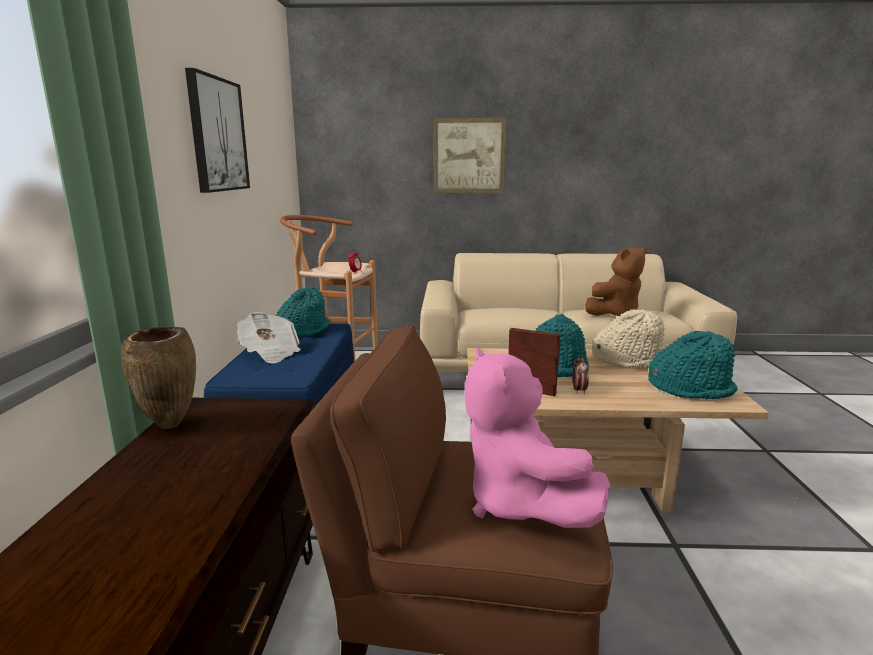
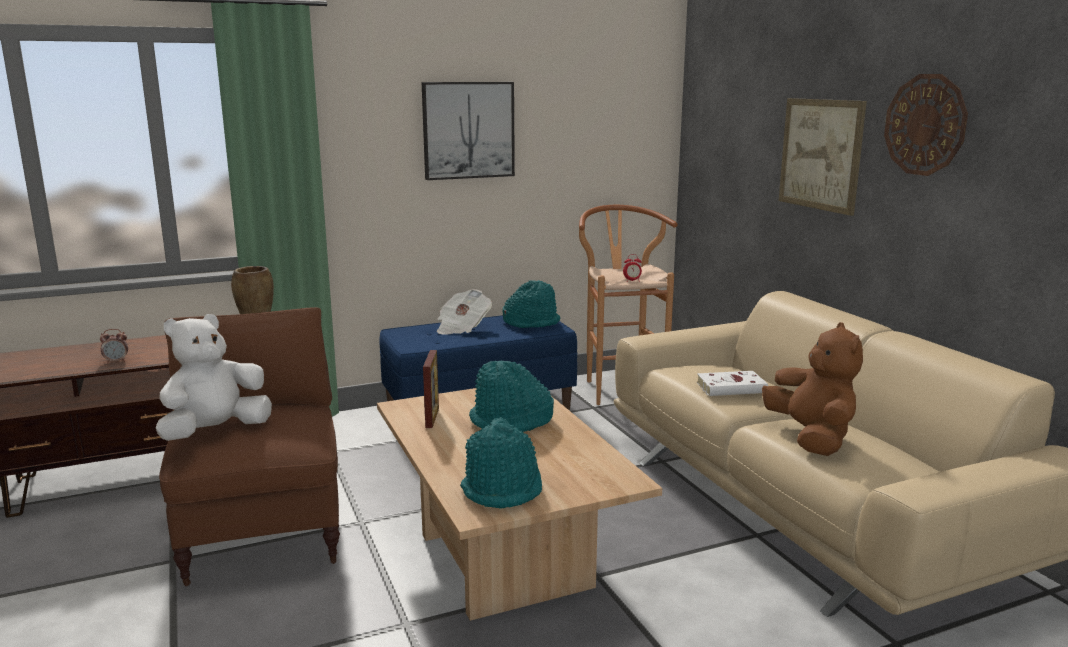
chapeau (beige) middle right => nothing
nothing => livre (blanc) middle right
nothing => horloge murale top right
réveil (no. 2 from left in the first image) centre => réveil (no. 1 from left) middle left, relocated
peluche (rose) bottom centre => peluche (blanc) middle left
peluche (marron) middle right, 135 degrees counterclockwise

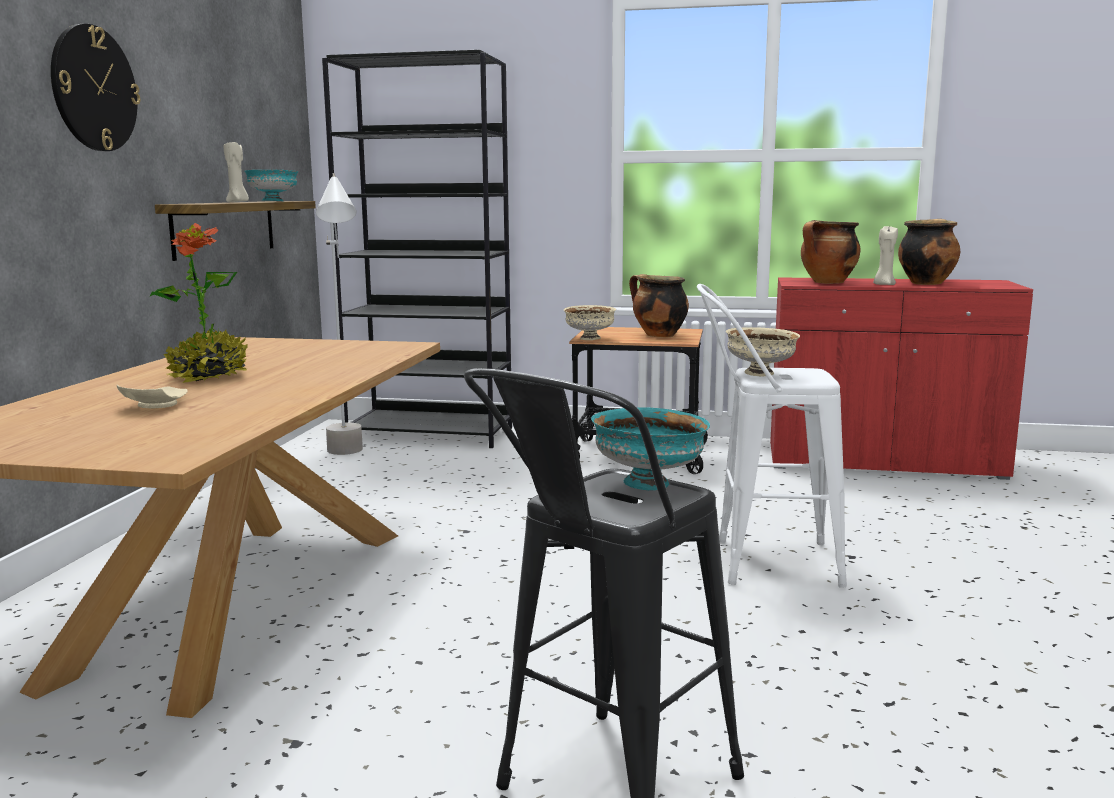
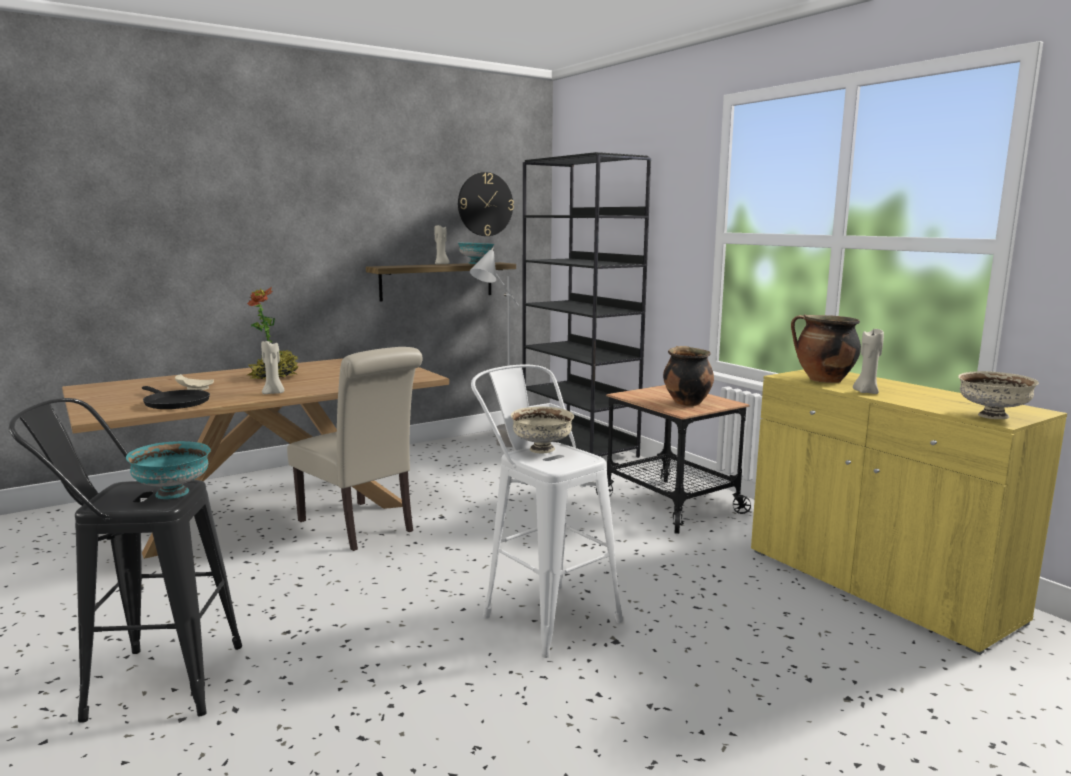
marmite (no. 3 from left) top right => nothing
nothing => poêle (noir) middle left
nothing => bougie (beige) (no. 1 from left) middle left
nothing => chaise (beige) middle left
horloge murale top left => horloge murale top centre, relocated
bol (beige) (no. 1 from left in the first image) centre => bol (beige) (no. 2 from left) middle right, relocated
meuble de rangement (rouge) middle right => meuble de rangement (jaune) middle right

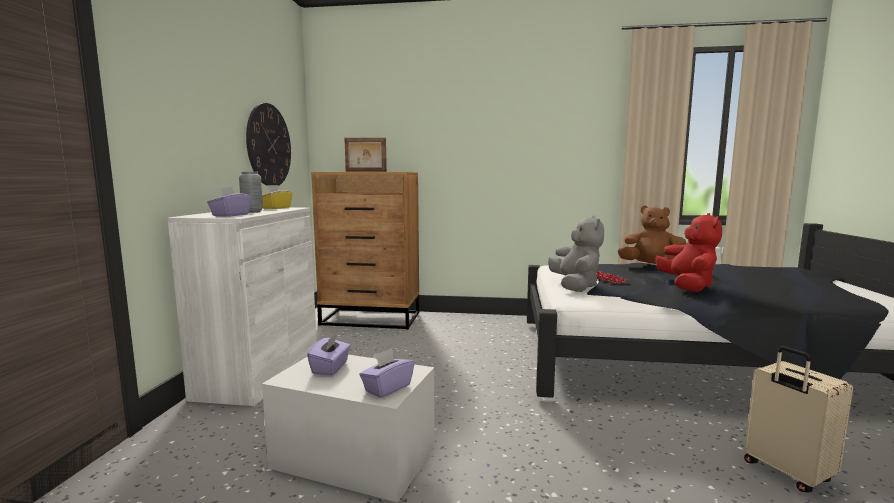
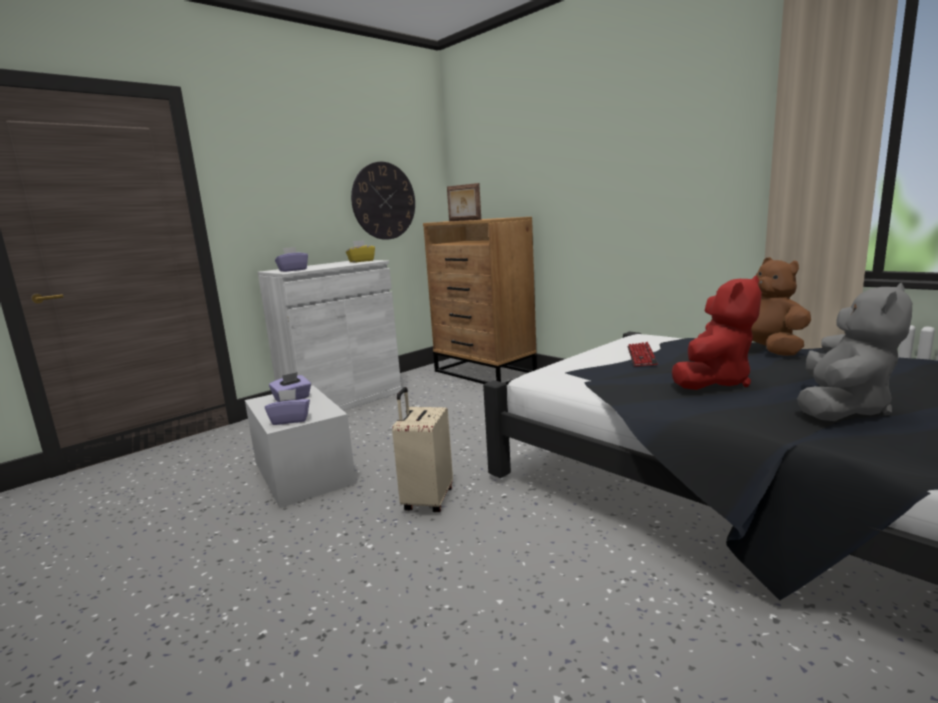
vase (gris) middle left => nothing
peluche (gris) centre => peluche (gris) middle right, relocated
valise (beige) bottom right => valise (beige) centre, relocated

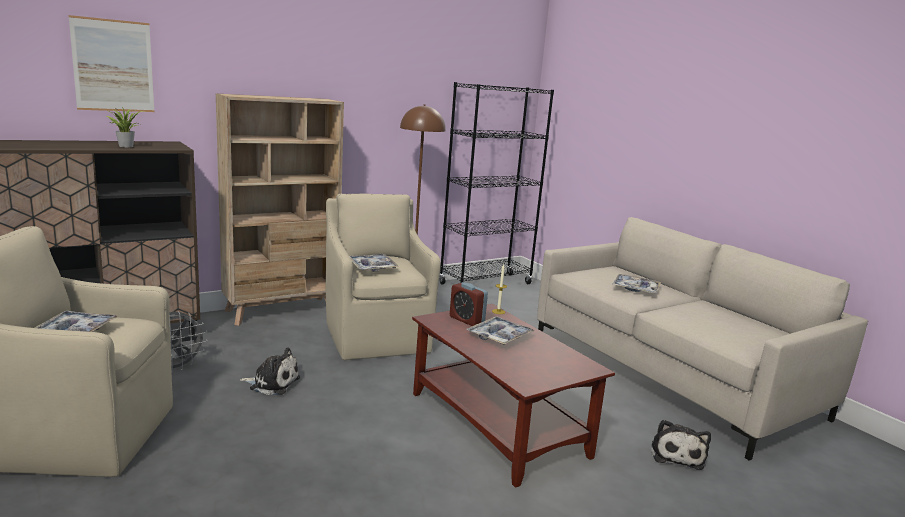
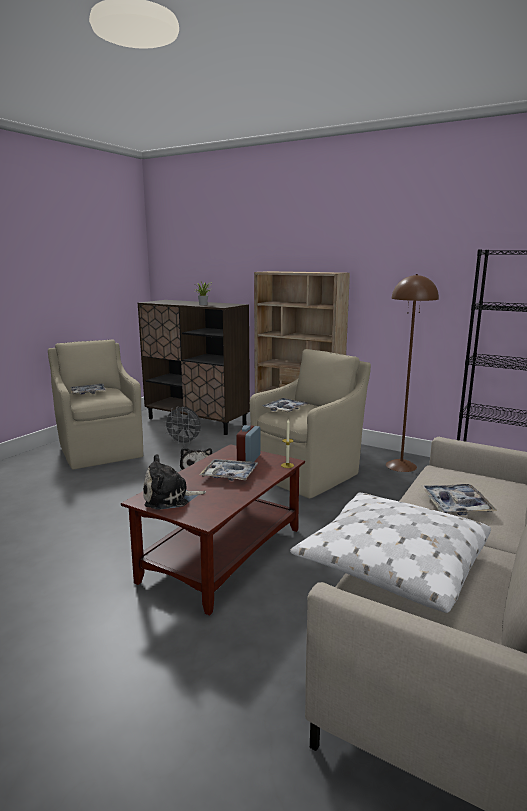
tableau top left => nothing
nothing => coussin (blanc) bottom right
peluche (no. 2 from left in the first image) bottom right => peluche (no. 1 from left) middle left, relocated

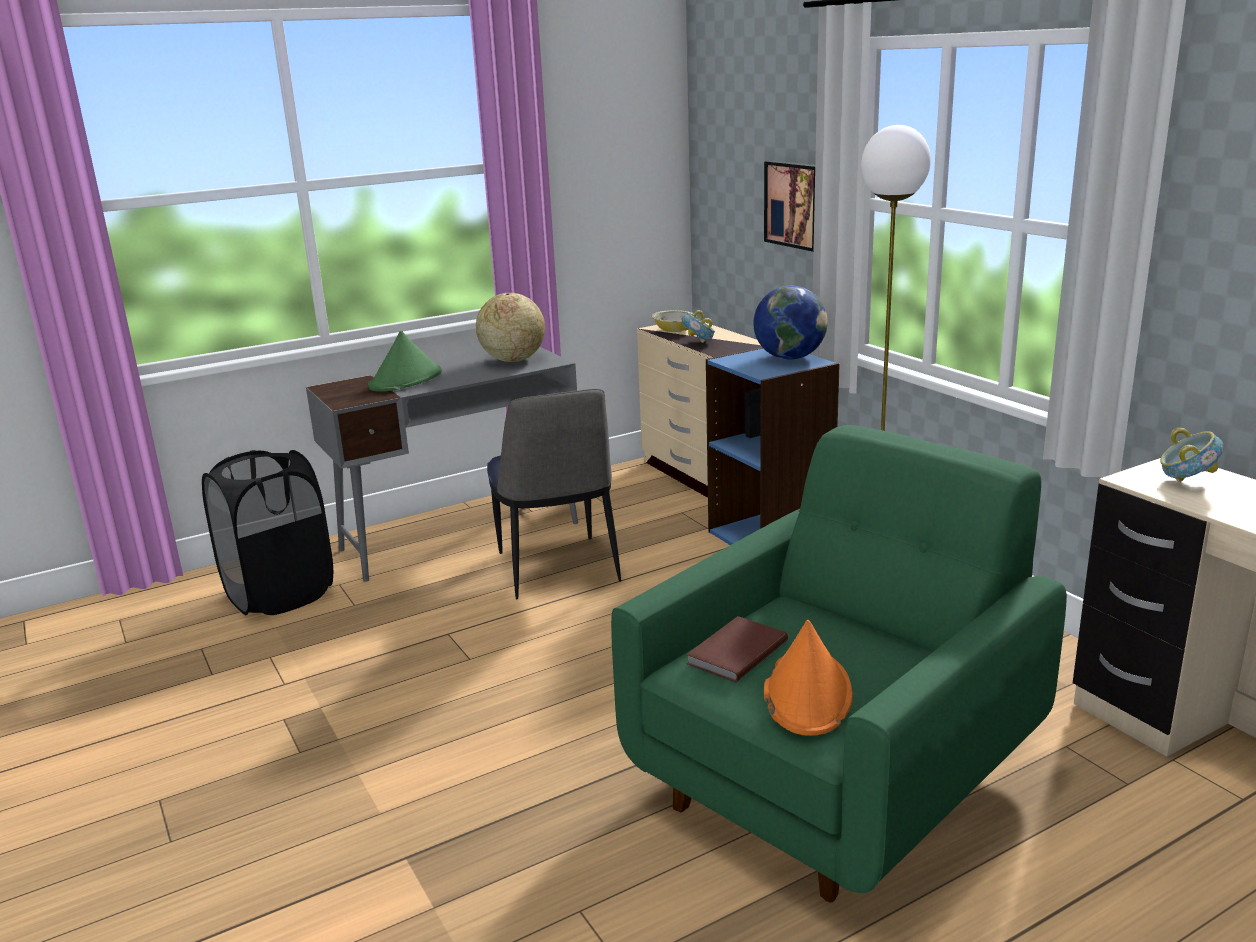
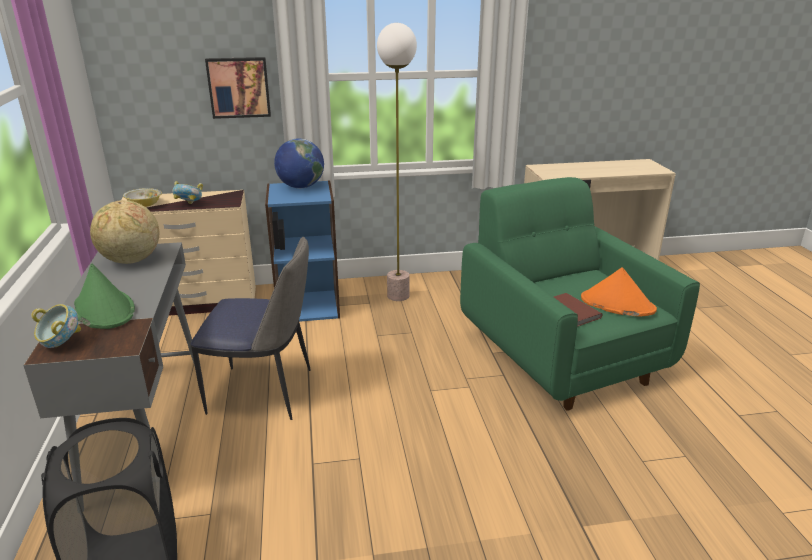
bol (no. 3 from left in the first image) middle right => bol (no. 1 from left) middle left, relocated

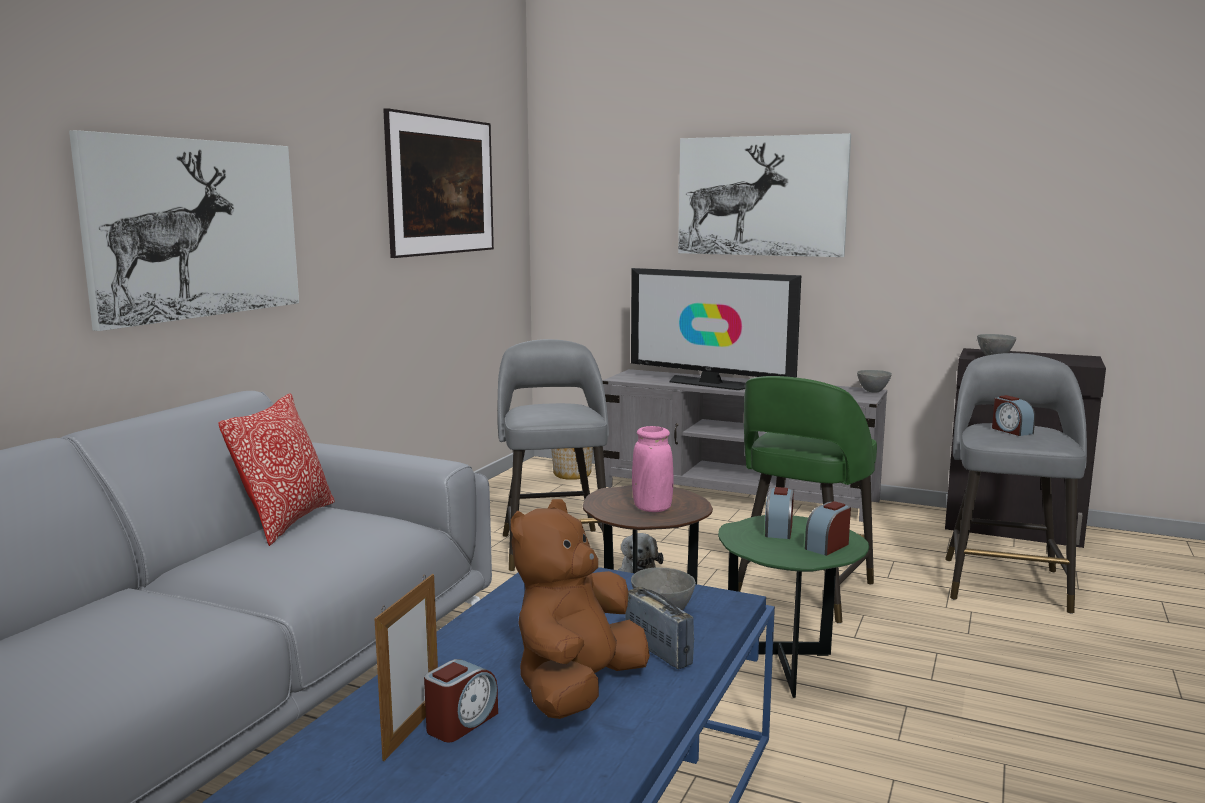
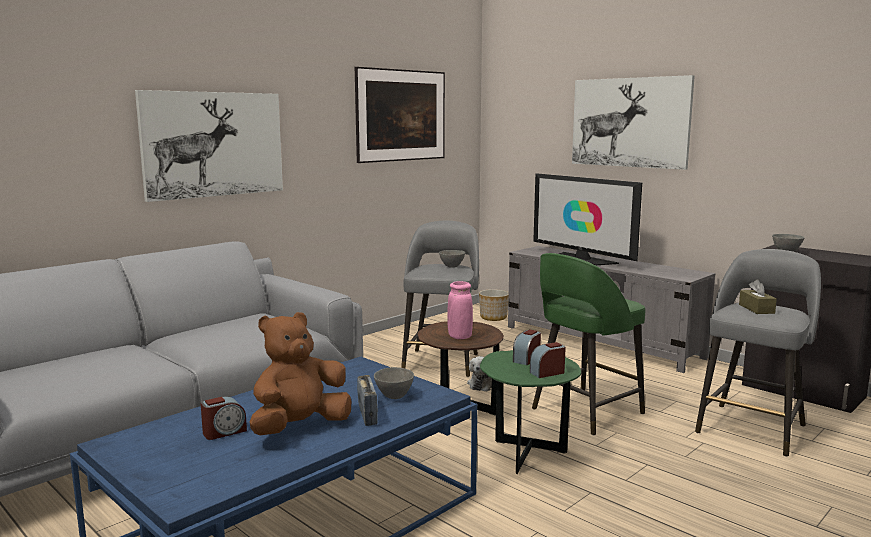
coussin middle left => nothing
cadre photo bottom centre => nothing
bol (gris) (no. 2 from left) middle right => bol (gris) (no. 2 from left) centre, relocated
réveil (no. 4 from left) middle right => boîte à mouchoirs (marron) middle right

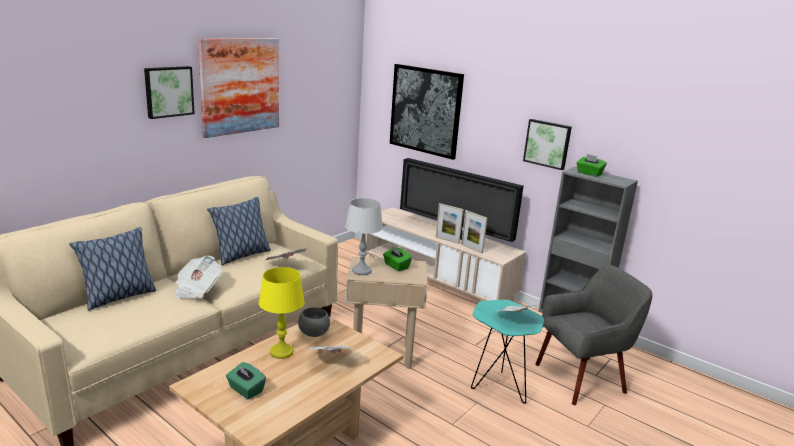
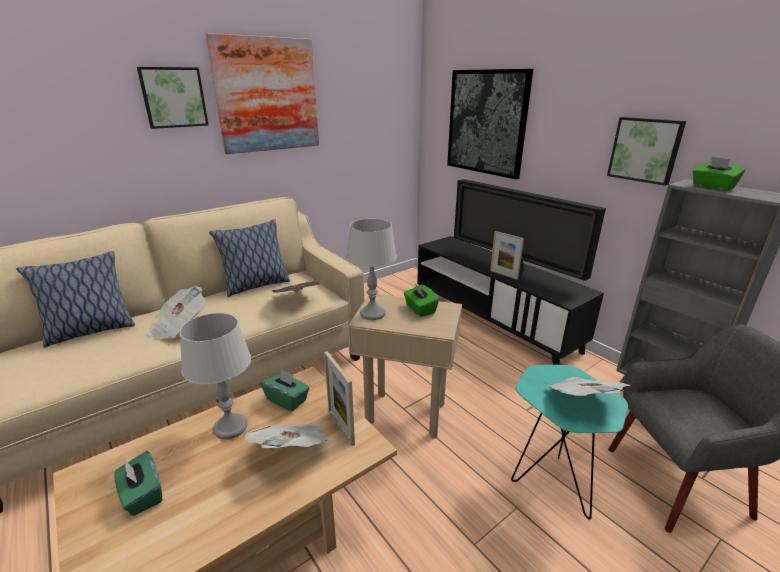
cadre photo (no. 2 from left in the first image) centre => cadre photo (no. 1 from left) bottom centre, relocated
bol (gris) bottom centre => boîte à mouchoirs (vert) (no. 2 from left) bottom centre
lampe de table (jaune) bottom centre => lampe de table (gris) (no. 1 from left) middle left
meuble télé (beige) centre => meuble télé (noir) centre

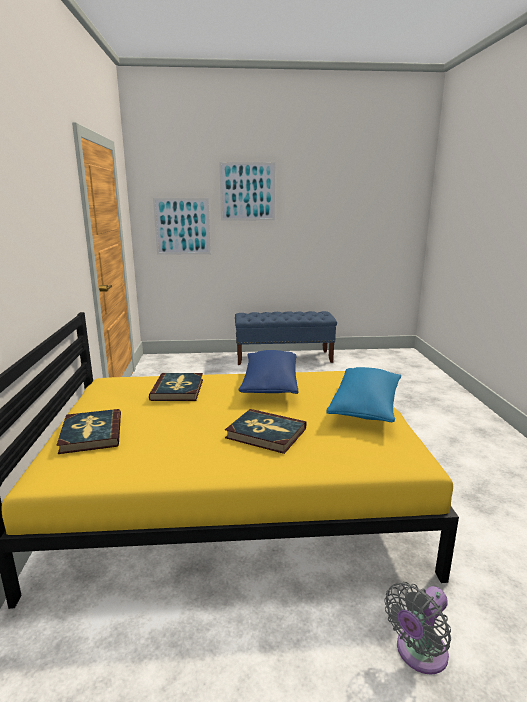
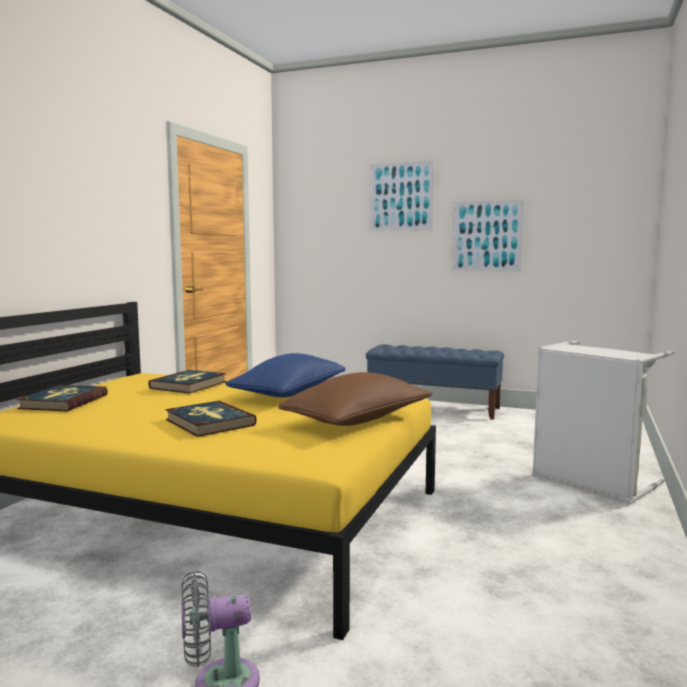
nothing => panier à linge (gris) middle right
tableau (no. 1 from left in the first image) top centre => tableau (no. 2 from left) middle right, relocated
coussin (bleu) (no. 2 from left) middle right => coussin (marron) centre

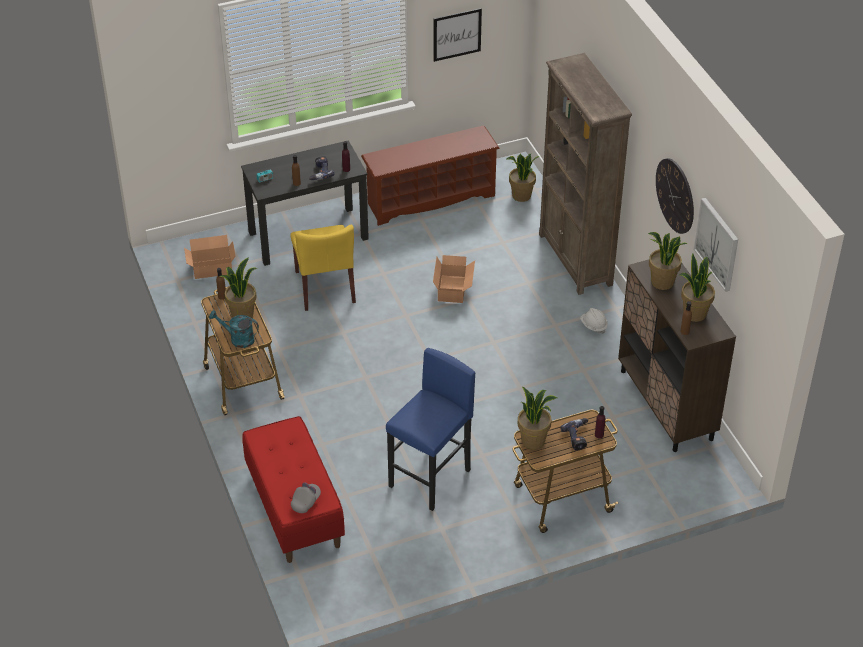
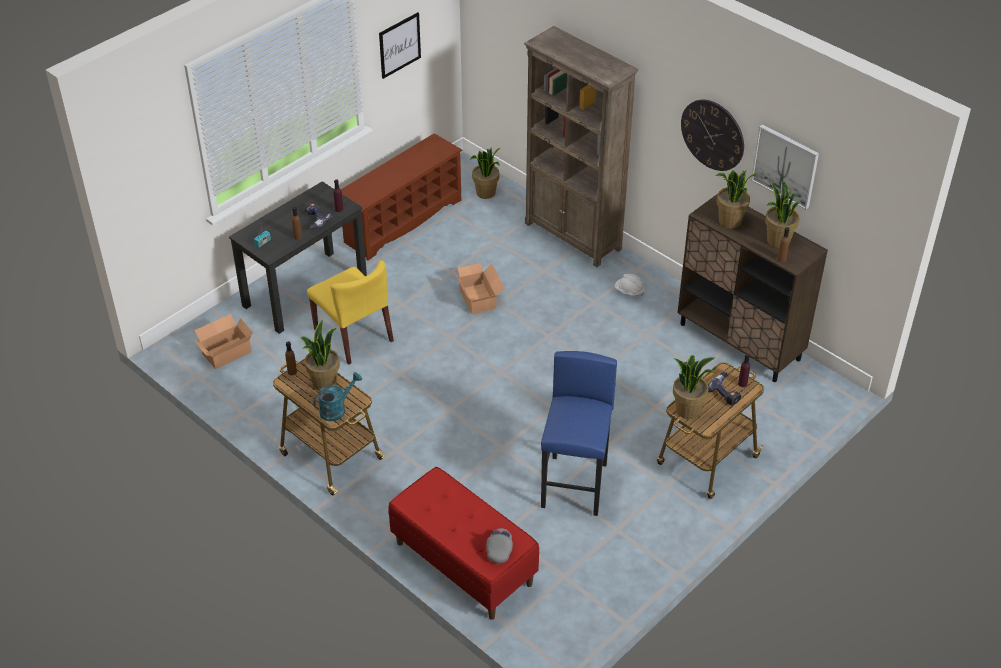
arrosoir (turquoise) middle left => arrosoir (turquoise) centre, 150 degrees clockwise

